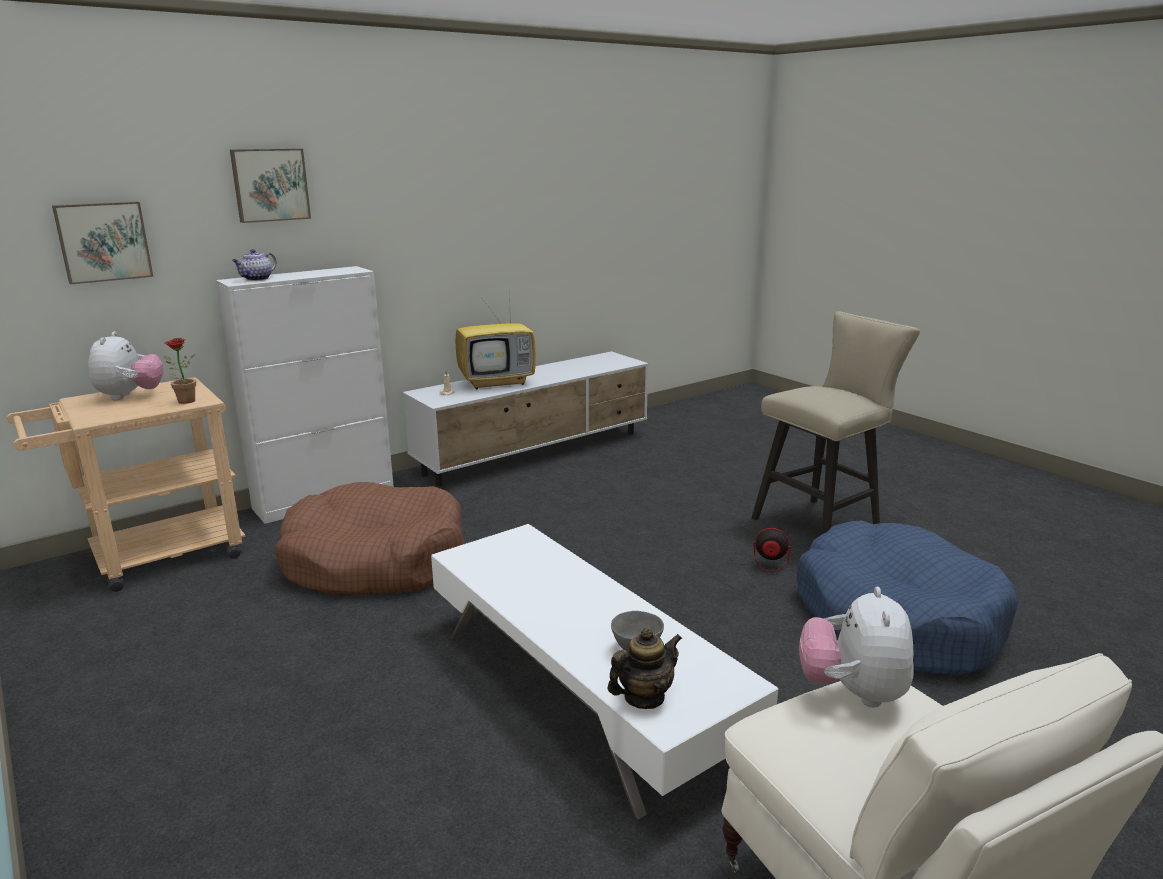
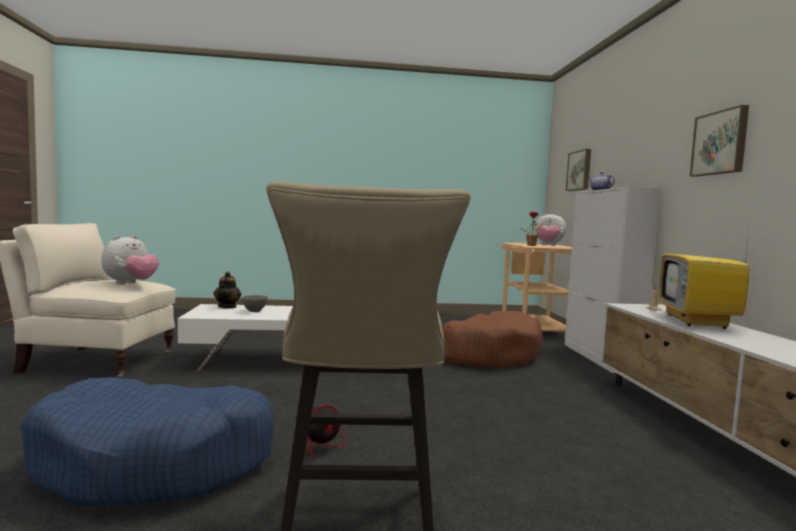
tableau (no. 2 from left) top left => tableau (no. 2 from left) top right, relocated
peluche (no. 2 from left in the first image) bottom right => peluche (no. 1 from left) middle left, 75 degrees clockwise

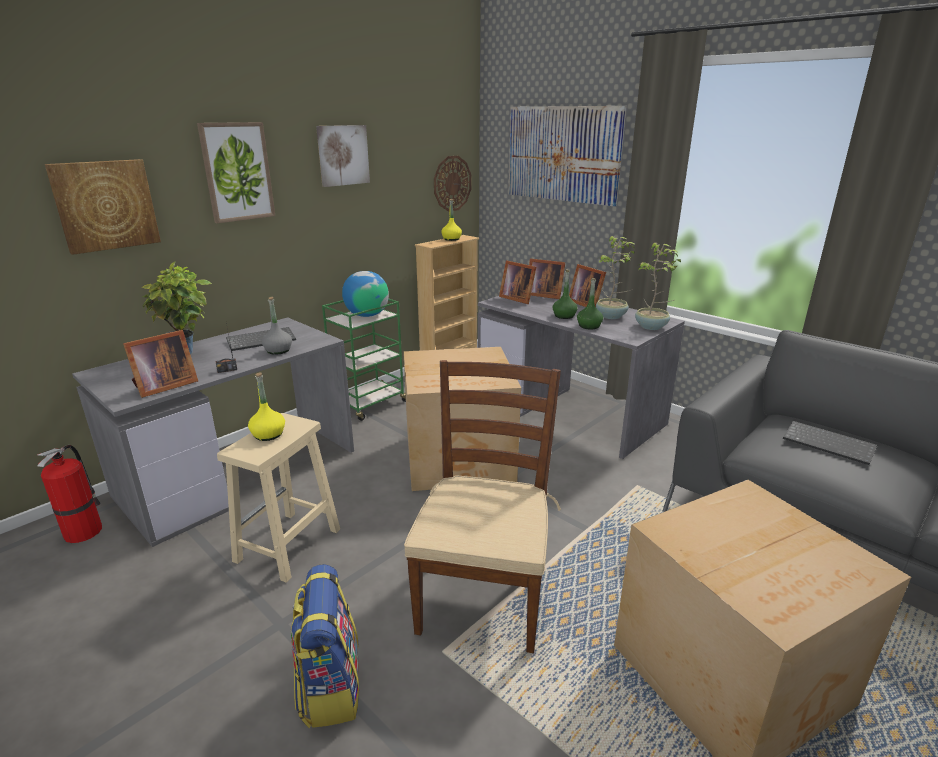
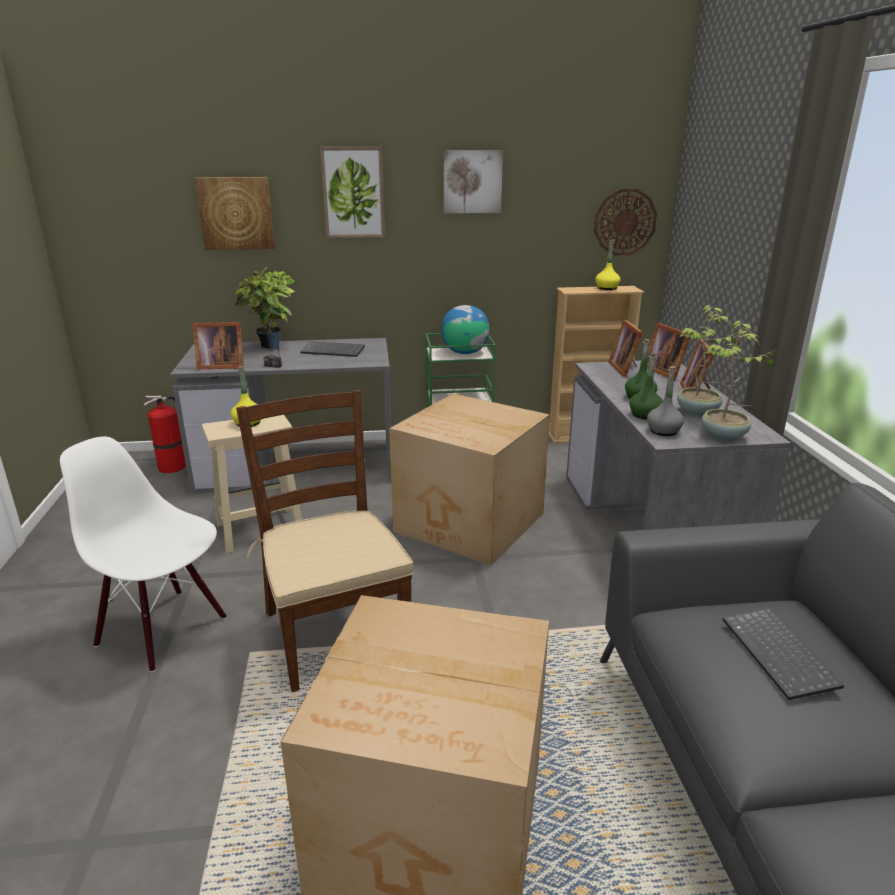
tableau (no. 4 from left) top centre => nothing
bouteille (gris) middle left => bouteille (gris) middle right, relocated
sac à dos bottom centre => chaise (blanc) middle left
chaise (marron) bottom centre => chaise (marron) centre, 75 degrees counterclockwise

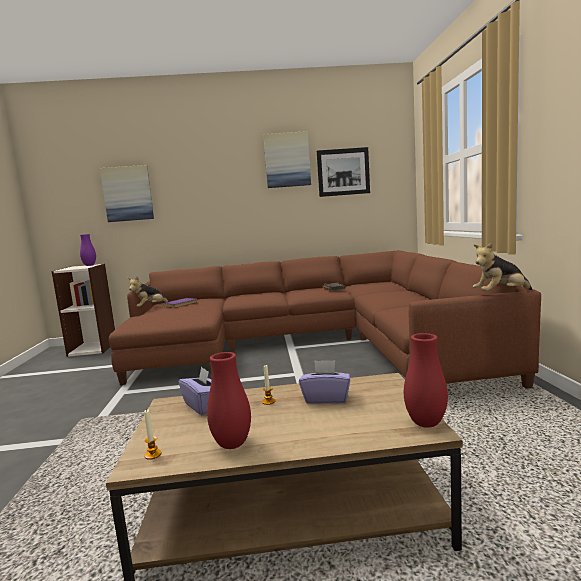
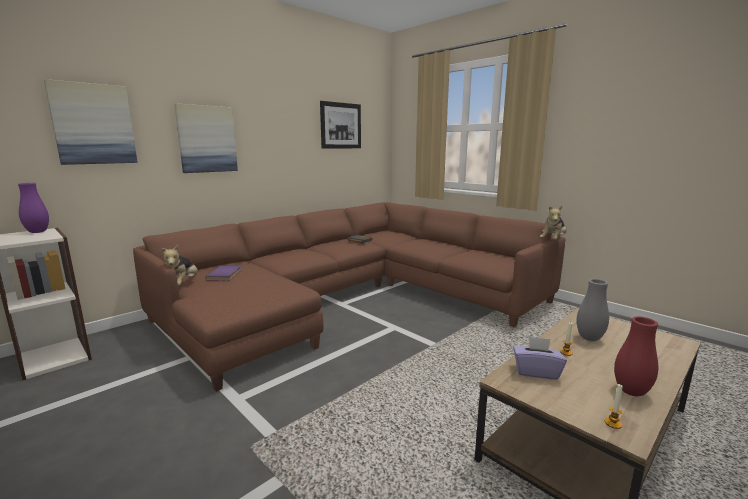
vase (rouge) (no. 2 from left) middle right => nothing
tableau (no. 2 from left) top centre => tableau (no. 2 from left) top left, relocated
boîte à mouchoirs (violet) (no. 2 from left) centre => vase (gris) middle right

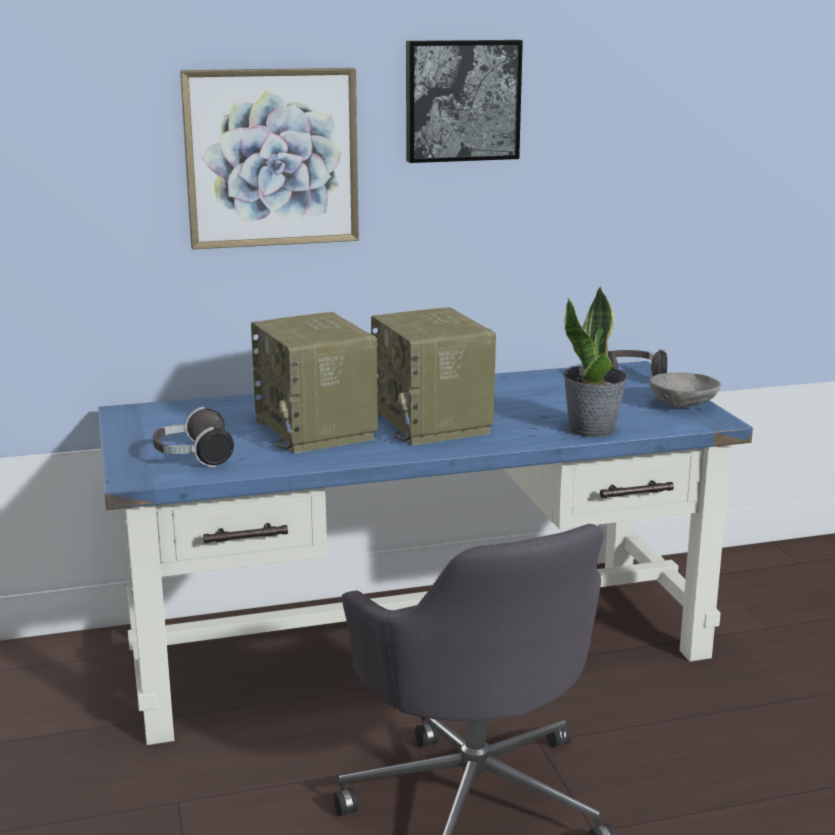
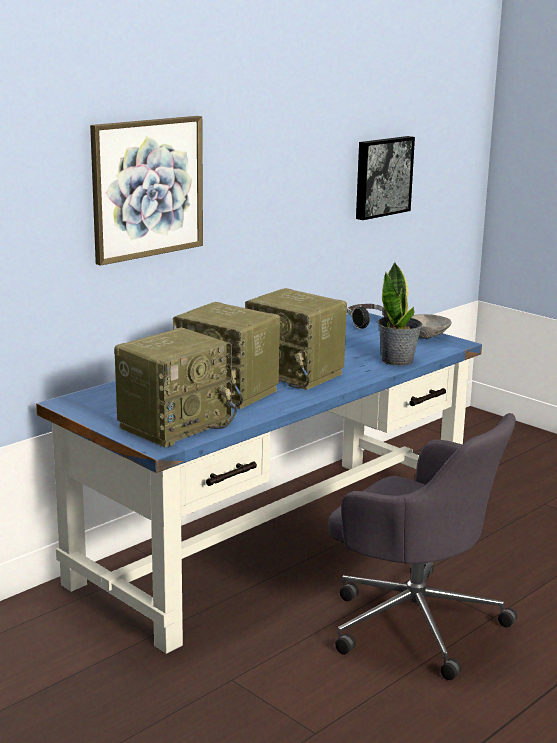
tableau (no. 2 from left) top centre => tableau (no. 2 from left) top right, relocated
casque audio (no. 1 from left) middle left => radio (no. 1 from left) middle left

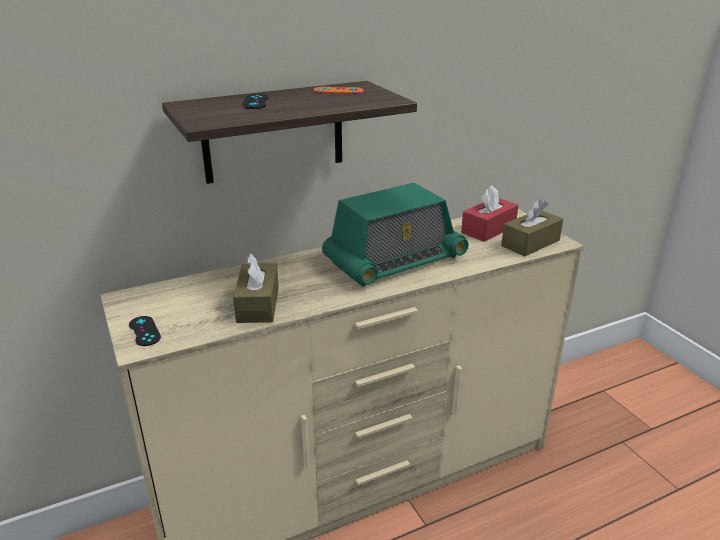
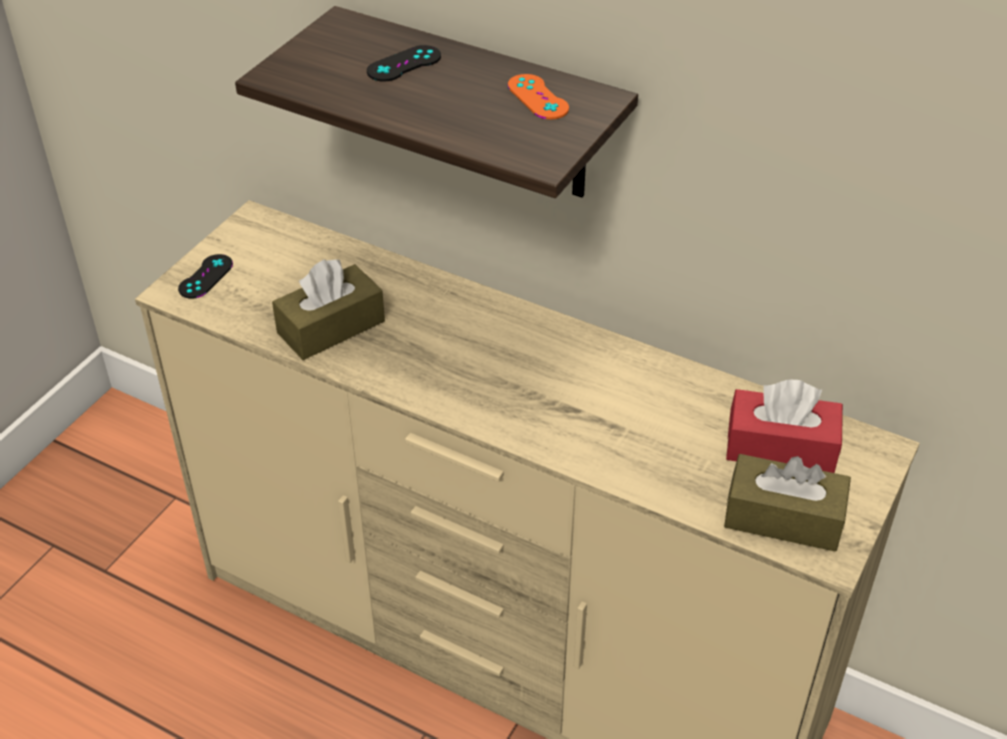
radio centre => nothing

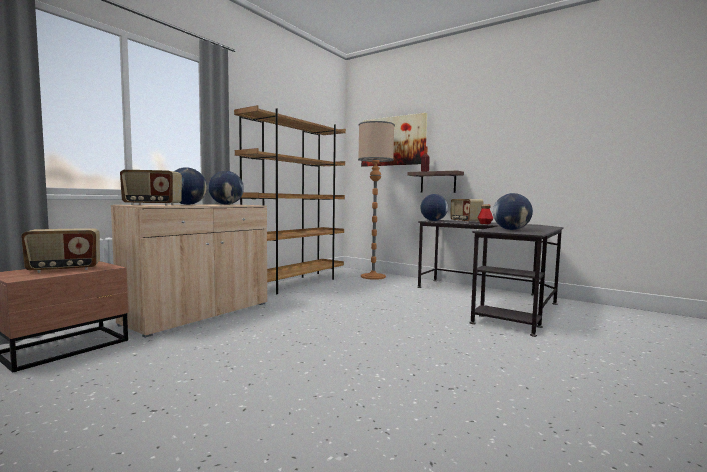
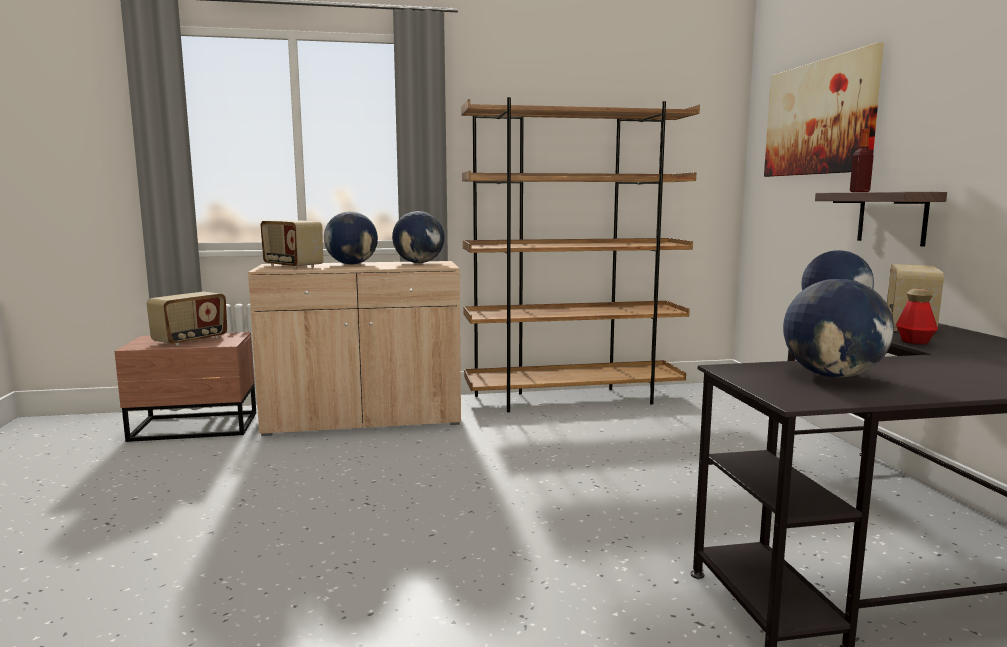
lampadaire centre => nothing
radio (no. 1 from left) middle left, 75 degrees counterclockwise

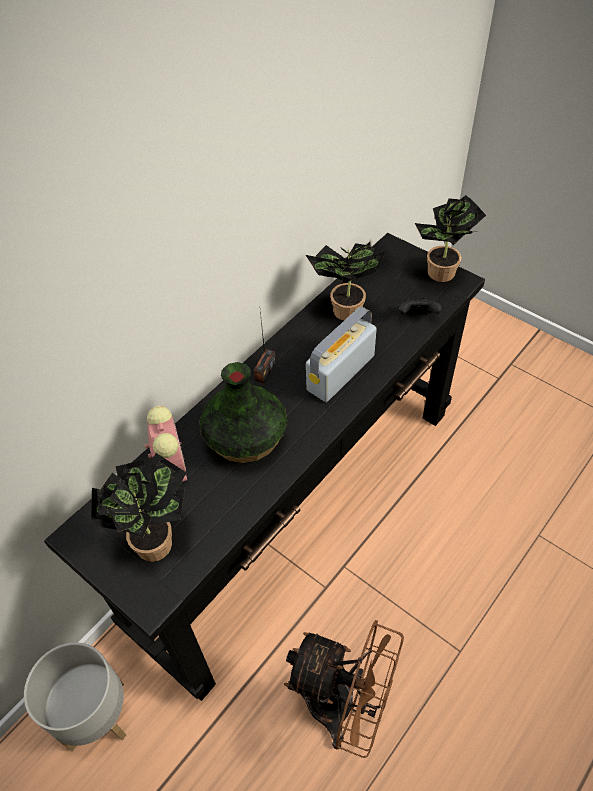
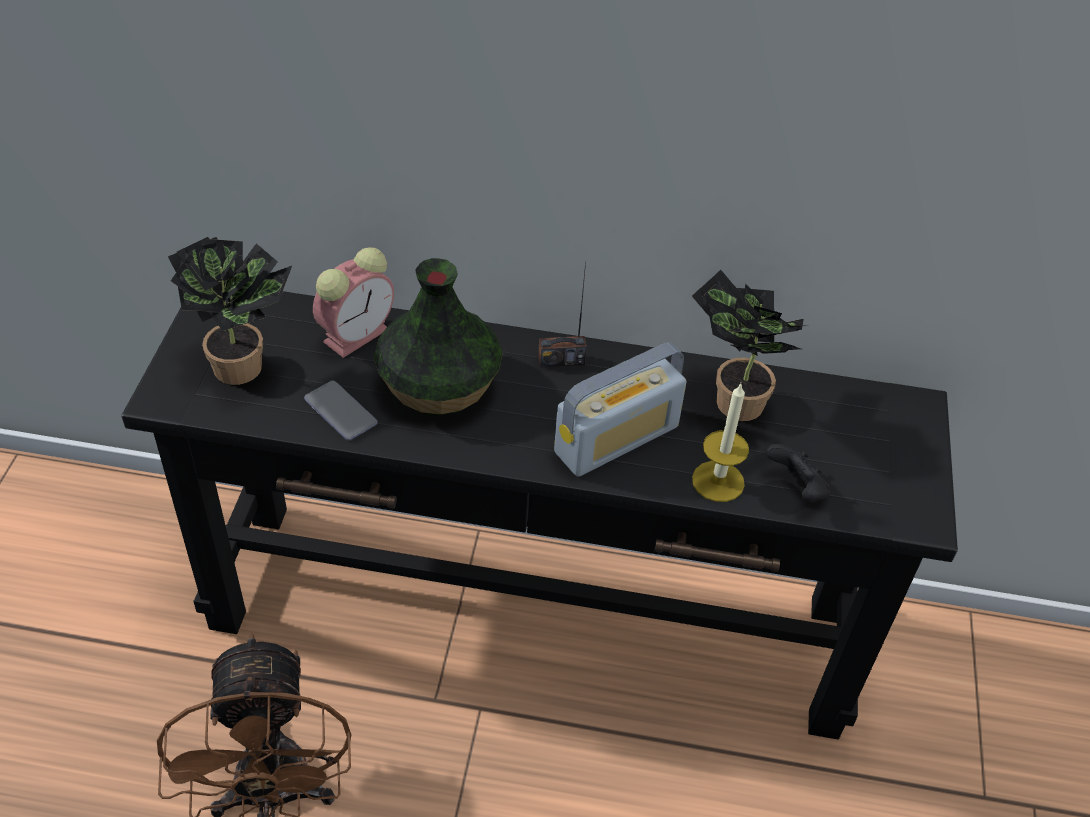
cache-pot (gris) bottom left => nothing
plante en pot (no. 3 from left) top right => nothing
nothing => téléphone middle left
nothing => bougie centre
radio (no. 2 from left) centre, 135 degrees clockwise

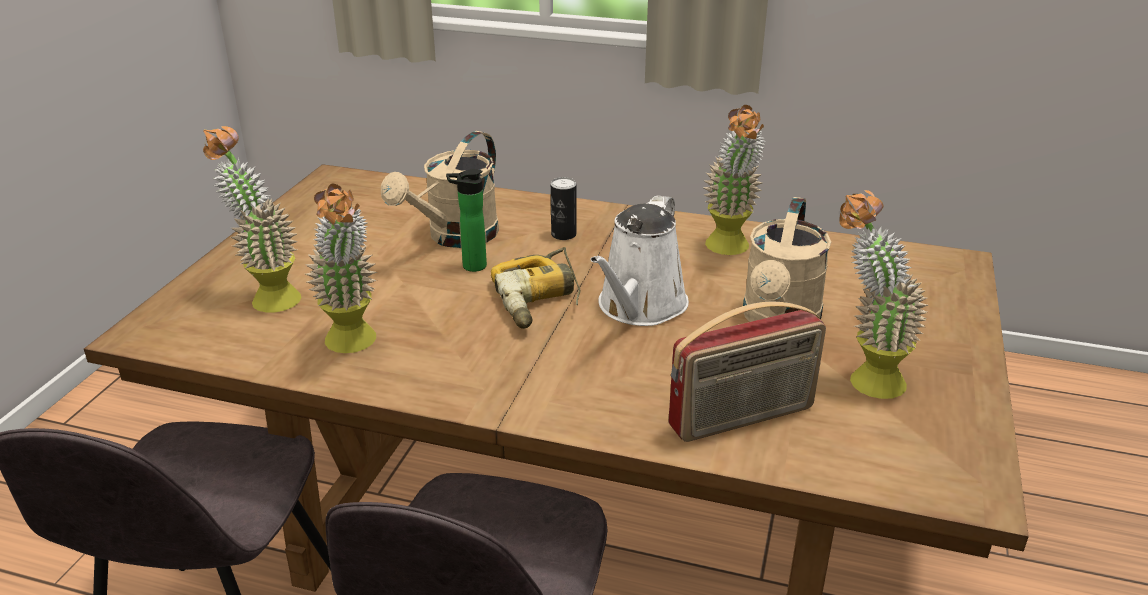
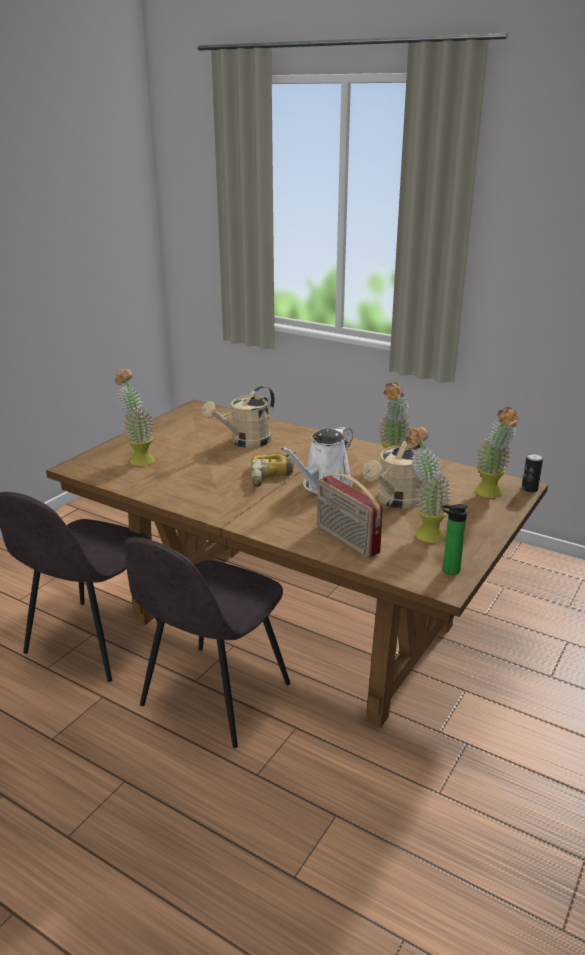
plante en pot (no. 2 from left in the first image) middle left => plante en pot (no. 4 from left) middle right, relocated
bouteille centre => bouteille middle right, relocated
boîte métallique centre => boîte métallique middle right, relocated
radio centre, 60 degrees clockwise

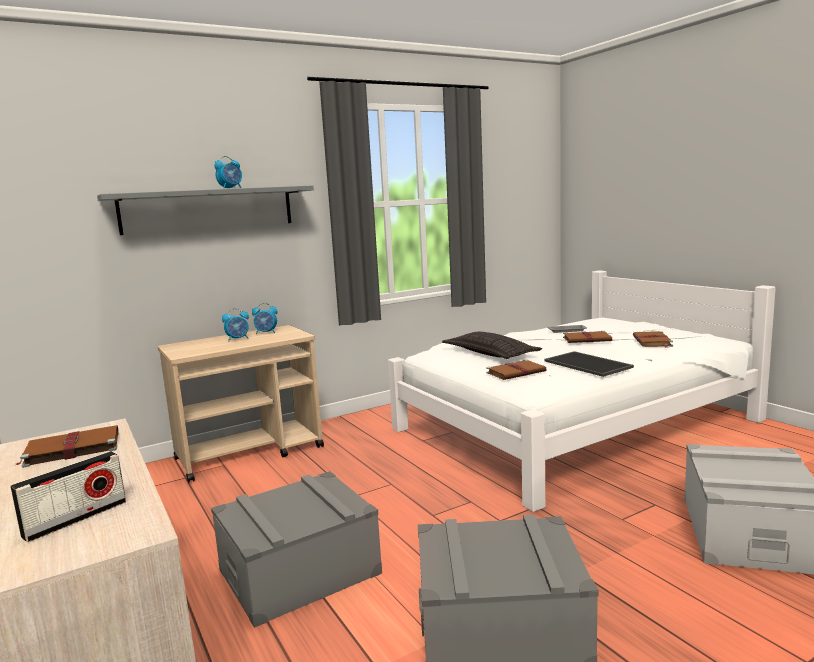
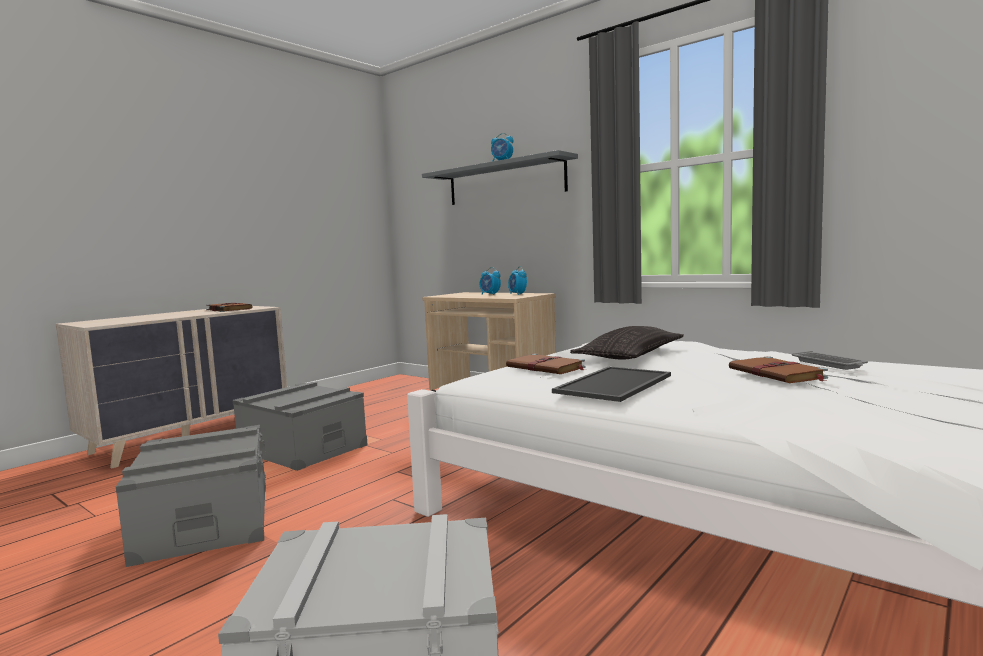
radio bottom left => nothing
livre (marron) (no. 4 from left) middle right => nothing

